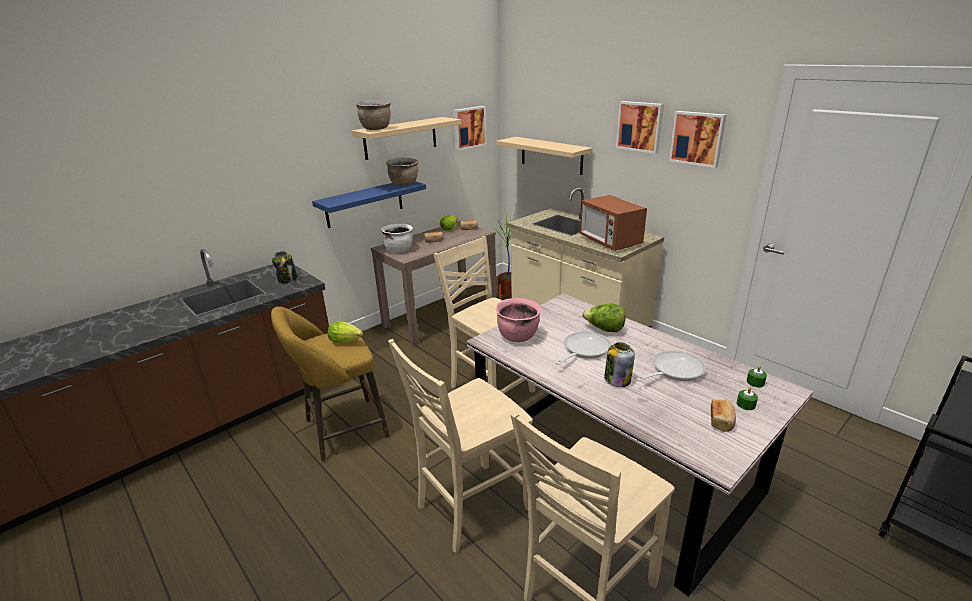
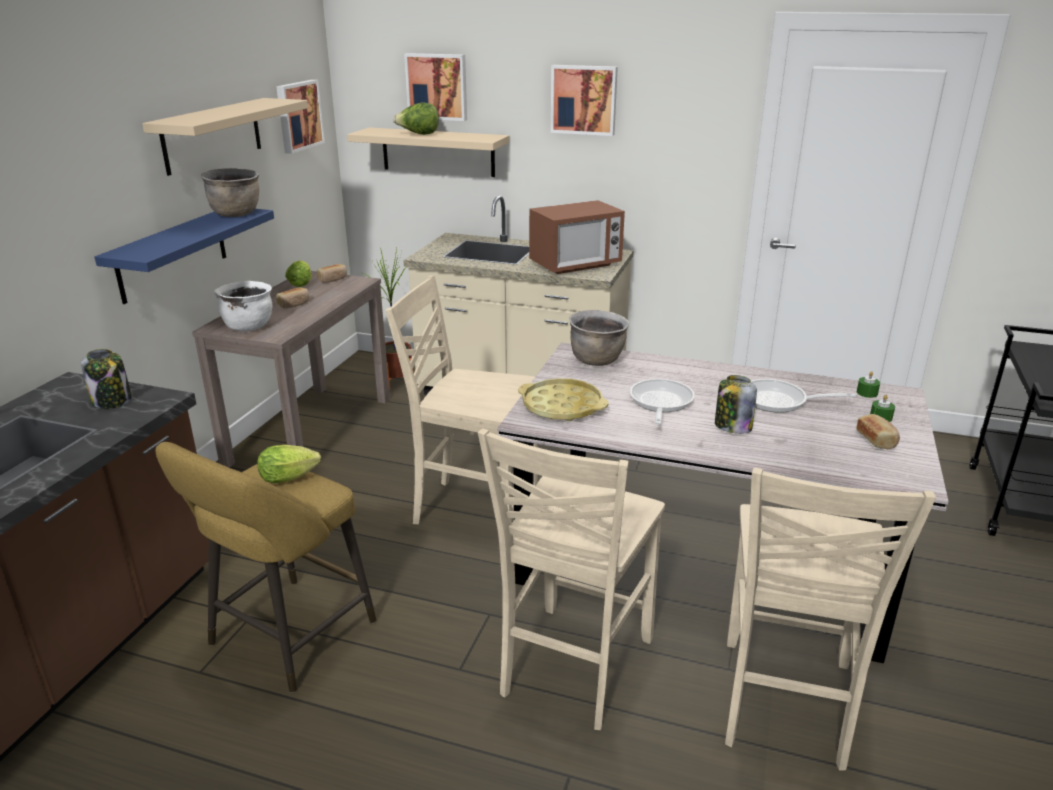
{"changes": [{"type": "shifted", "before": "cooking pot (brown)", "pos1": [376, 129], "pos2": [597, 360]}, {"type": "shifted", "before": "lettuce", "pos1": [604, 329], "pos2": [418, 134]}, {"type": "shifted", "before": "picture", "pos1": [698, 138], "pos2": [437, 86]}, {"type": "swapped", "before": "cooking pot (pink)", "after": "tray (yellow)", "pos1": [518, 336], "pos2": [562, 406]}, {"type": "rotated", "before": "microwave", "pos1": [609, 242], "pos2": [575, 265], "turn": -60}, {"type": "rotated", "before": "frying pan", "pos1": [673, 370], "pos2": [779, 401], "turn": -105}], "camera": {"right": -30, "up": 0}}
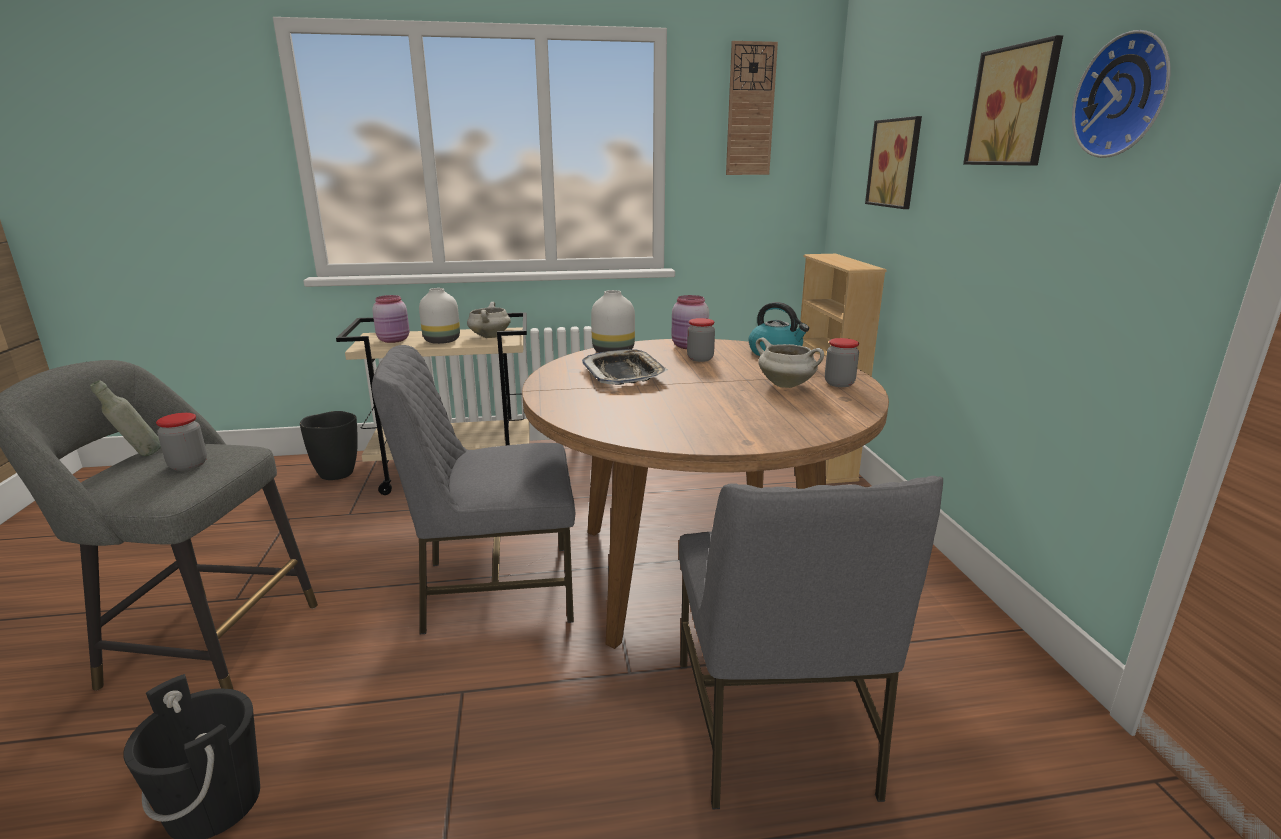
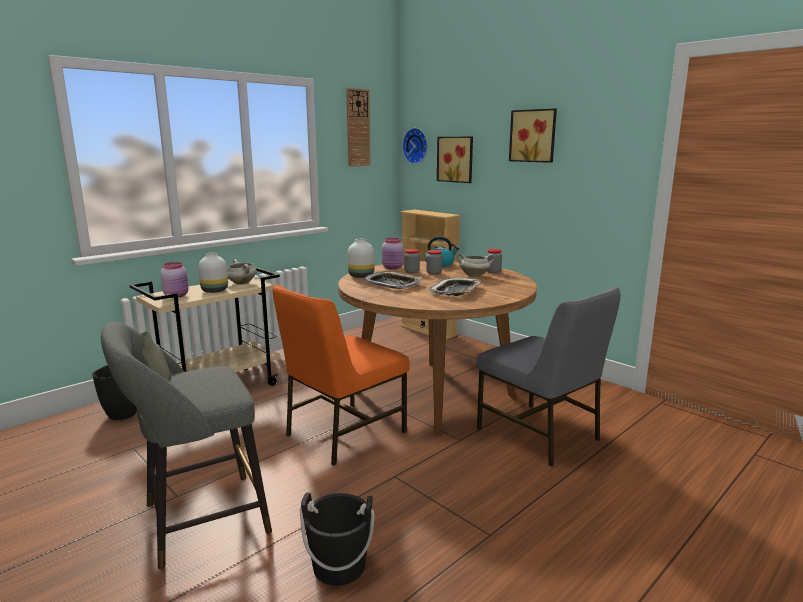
{"changes": [{"type": "new", "after": "tray", "pos2": [456, 291]}, {"type": "shifted", "before": "jar", "pos1": [188, 465], "pos2": [434, 273]}, {"type": "shifted", "before": "wall clock", "pos1": [1126, 96], "pos2": [416, 146]}, {"type": "repainted", "before": "chair (grey)", "after": "chair (orange)", "pos1": [495, 588], "pos2": [343, 433]}], "camera": {"right": -35, "up": -5}}
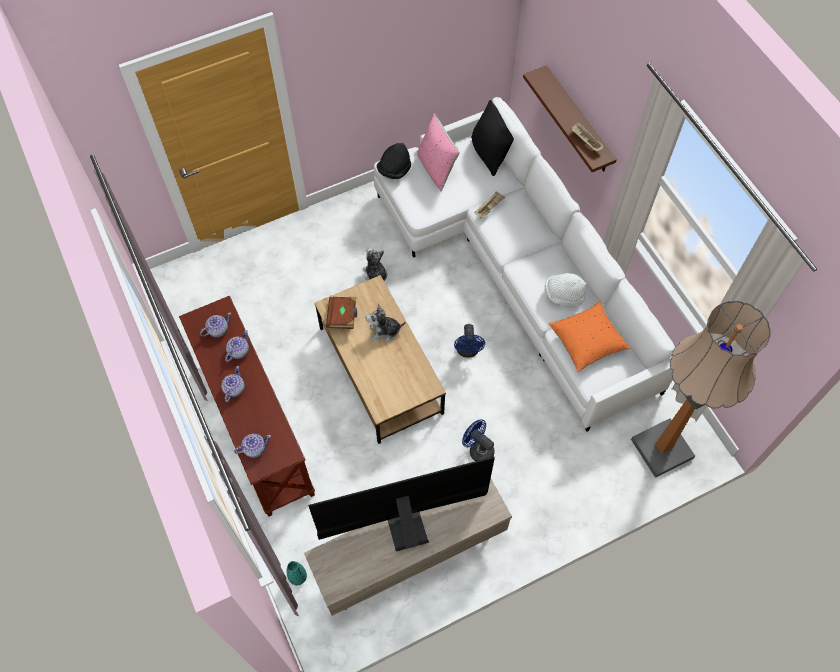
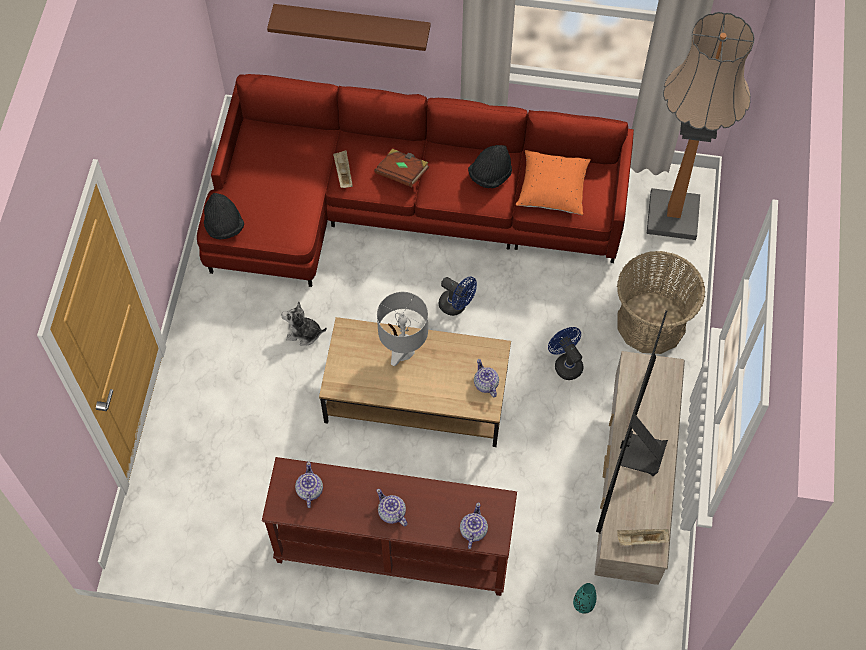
{"changes": [{"type": "gone", "before": "pillow (pink)", "pos1": [437, 169]}, {"type": "gone", "before": "pillow (black)", "pos1": [489, 154]}, {"type": "new", "after": "basket", "pos2": [650, 323]}, {"type": "shifted", "before": "teapot", "pos1": [238, 351], "pos2": [485, 384]}, {"type": "shifted", "before": "book (brown)", "pos1": [343, 316], "pos2": [402, 173]}, {"type": "shifted", "before": "tray (beige)", "pos1": [585, 141], "pos2": [641, 540]}, {"type": "swapped", "before": "plush toy", "after": "table lamp (grey)", "pos1": [384, 331], "pos2": [403, 352]}, {"type": "repainted", "before": "sofa (white)", "after": "sofa (red)", "pos1": [517, 269], "pos2": [401, 206]}, {"type": "repainted", "before": "hat (white)", "after": "hat (black)", "pos1": [563, 295], "pos2": [490, 175]}, {"type": "rotated", "before": "fan (blue)", "pos1": [478, 449], "pos2": [565, 363], "turn": 75}], "camera": {"right": -55, "up": 0}}
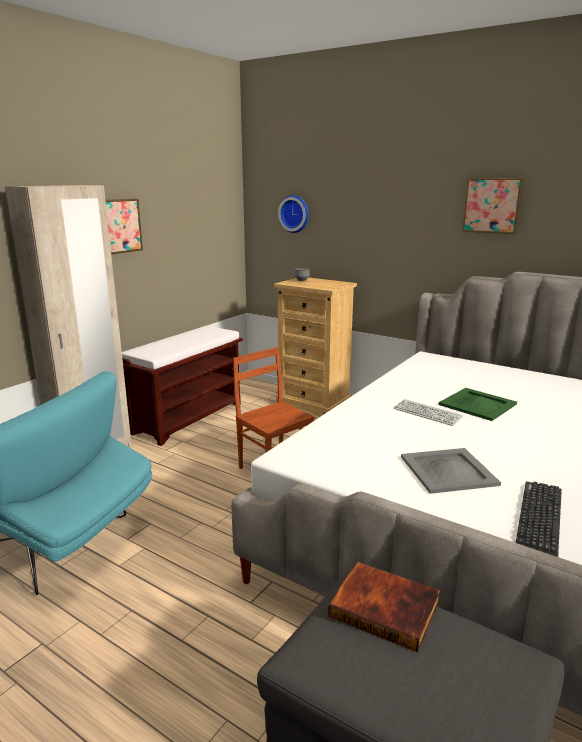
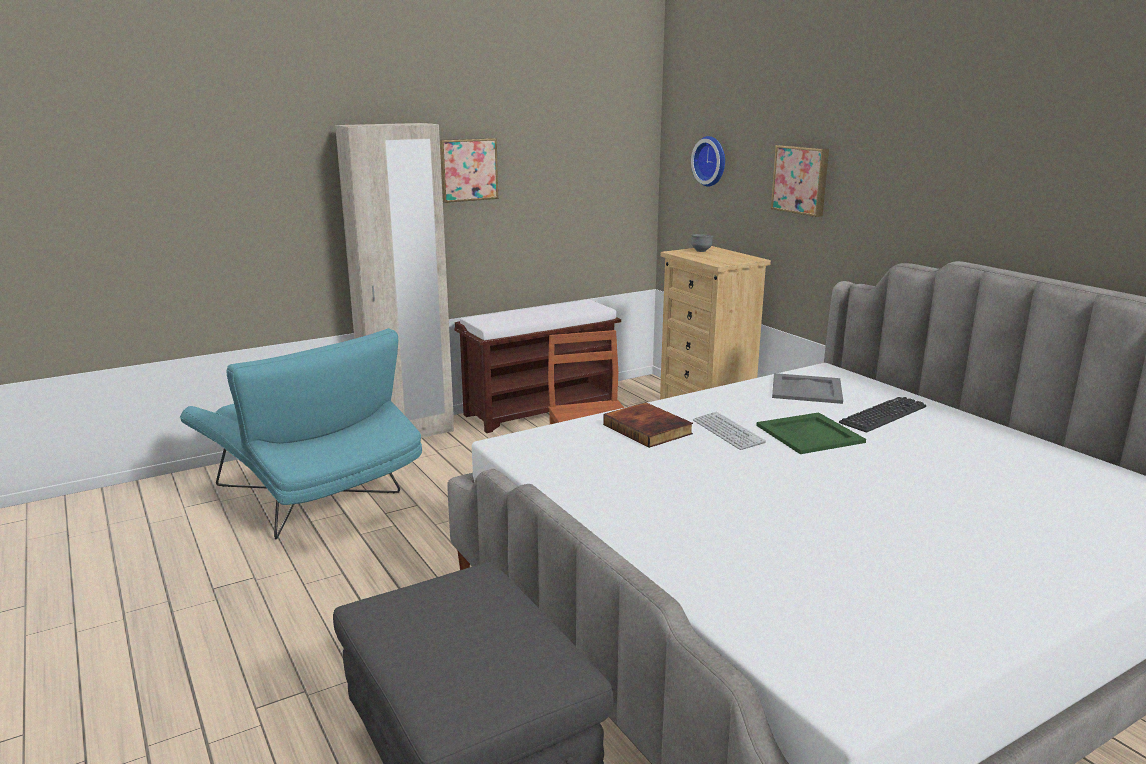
{"changes": [{"type": "shifted", "before": "book", "pos1": [386, 608], "pos2": [649, 429]}, {"type": "shifted", "before": "tray (grey)", "pos1": [448, 471], "pos2": [806, 389]}, {"type": "shifted", "before": "picture", "pos1": [492, 205], "pos2": [801, 180]}, {"type": "shifted", "before": "keyboard", "pos1": [539, 517], "pos2": [883, 415]}], "camera": {"right": 25, "up": 0}}
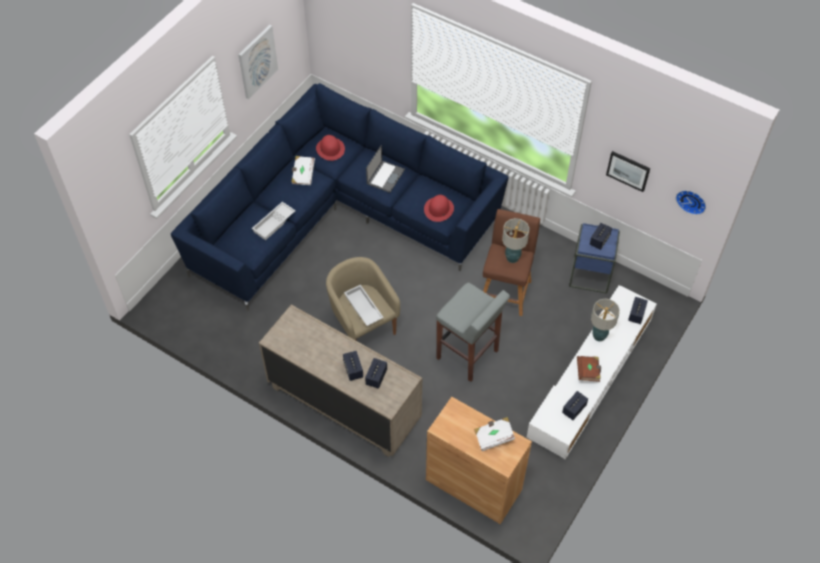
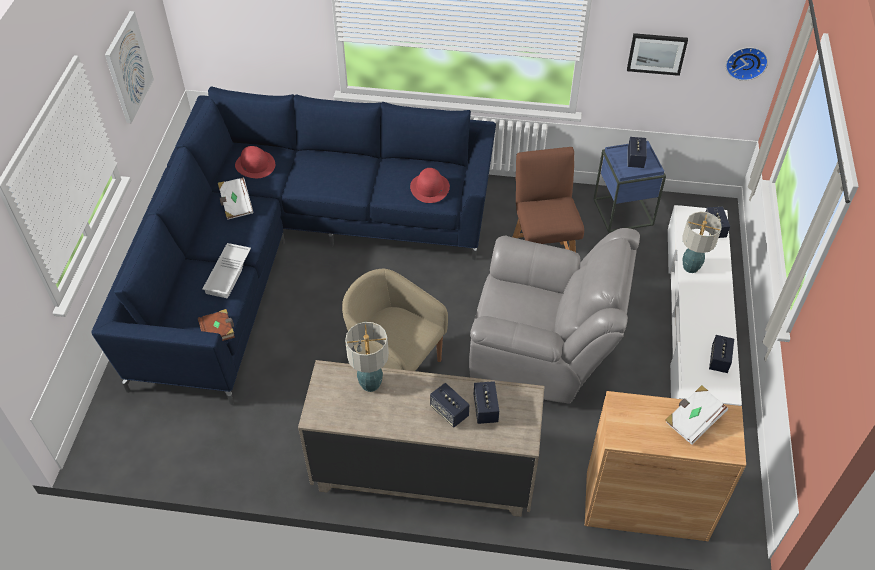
{"changes": [{"type": "gone", "before": "tray (white)", "pos1": [362, 308]}, {"type": "gone", "before": "laptop", "pos1": [385, 176]}, {"type": "shifted", "before": "table lamp", "pos1": [512, 258], "pos2": [370, 384]}, {"type": "shifted", "before": "book (brown)", "pos1": [588, 372], "pos2": [219, 332]}, {"type": "swapped", "before": "stool (grey)", "after": "armchair (grey)", "pos1": [468, 355], "pos2": [543, 351]}], "camera": {"right": -25, "up": -5}}
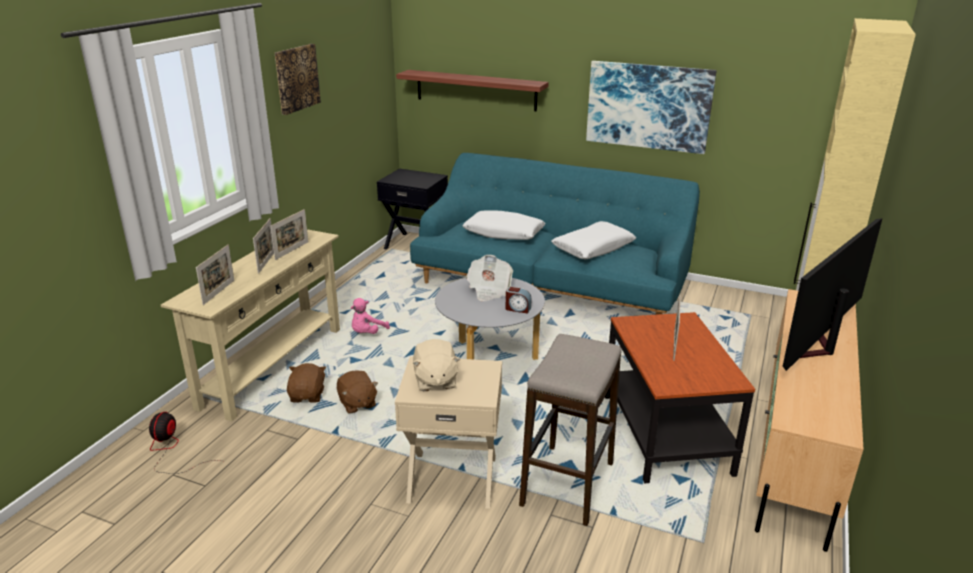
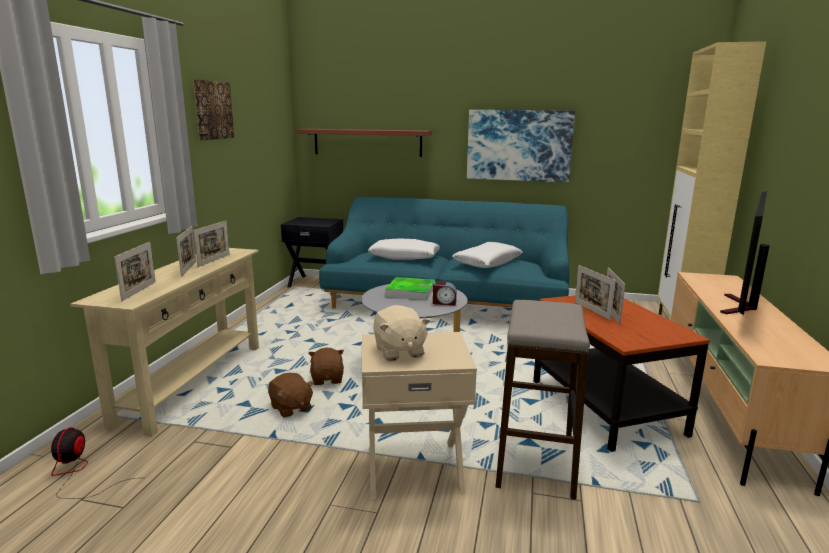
{"changes": [{"type": "gone", "before": "plush toy (pink)", "pos1": [367, 333]}, {"type": "new", "after": "picture frame", "pos2": [592, 310]}, {"type": "shifted", "before": "plush toy (brown)", "pos1": [308, 396], "pos2": [327, 379]}, {"type": "swapped", "before": "newspaper", "after": "tray", "pos1": [489, 290], "pos2": [410, 292]}], "camera": {"right": -10, "up": -10}}
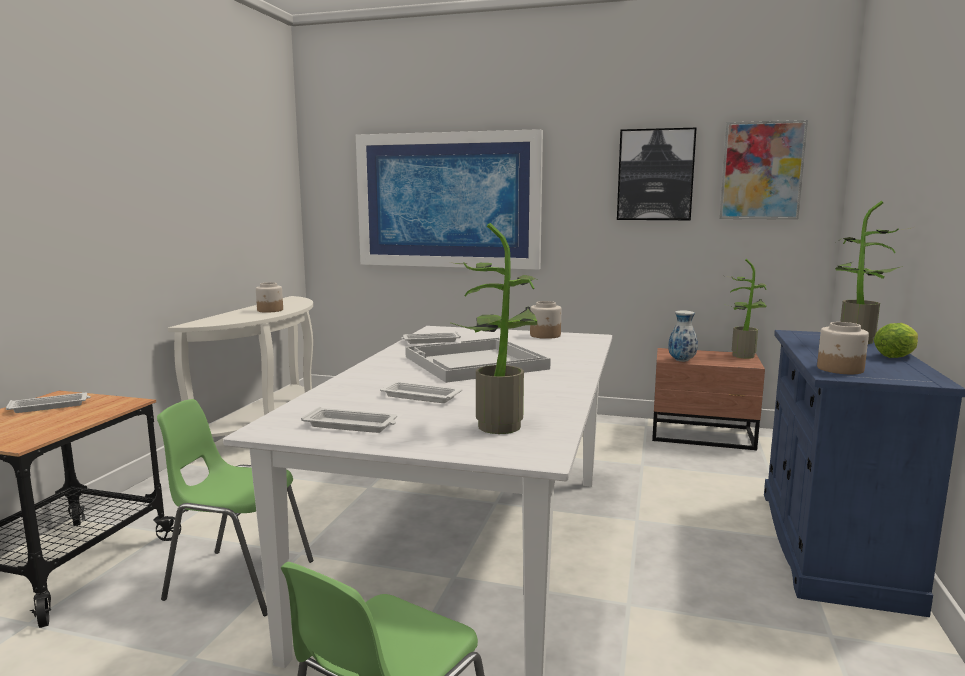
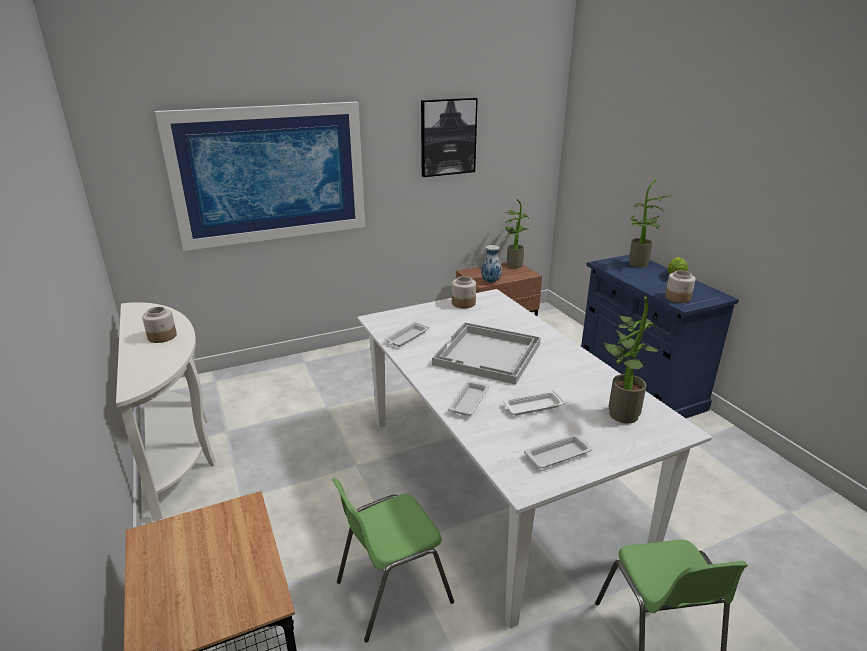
{"changes": [{"type": "gone", "before": "picture", "pos1": [762, 171]}, {"type": "shifted", "before": "tray (white)", "pos1": [50, 406], "pos2": [469, 401]}], "camera": {"right": -40, "up": 15}}
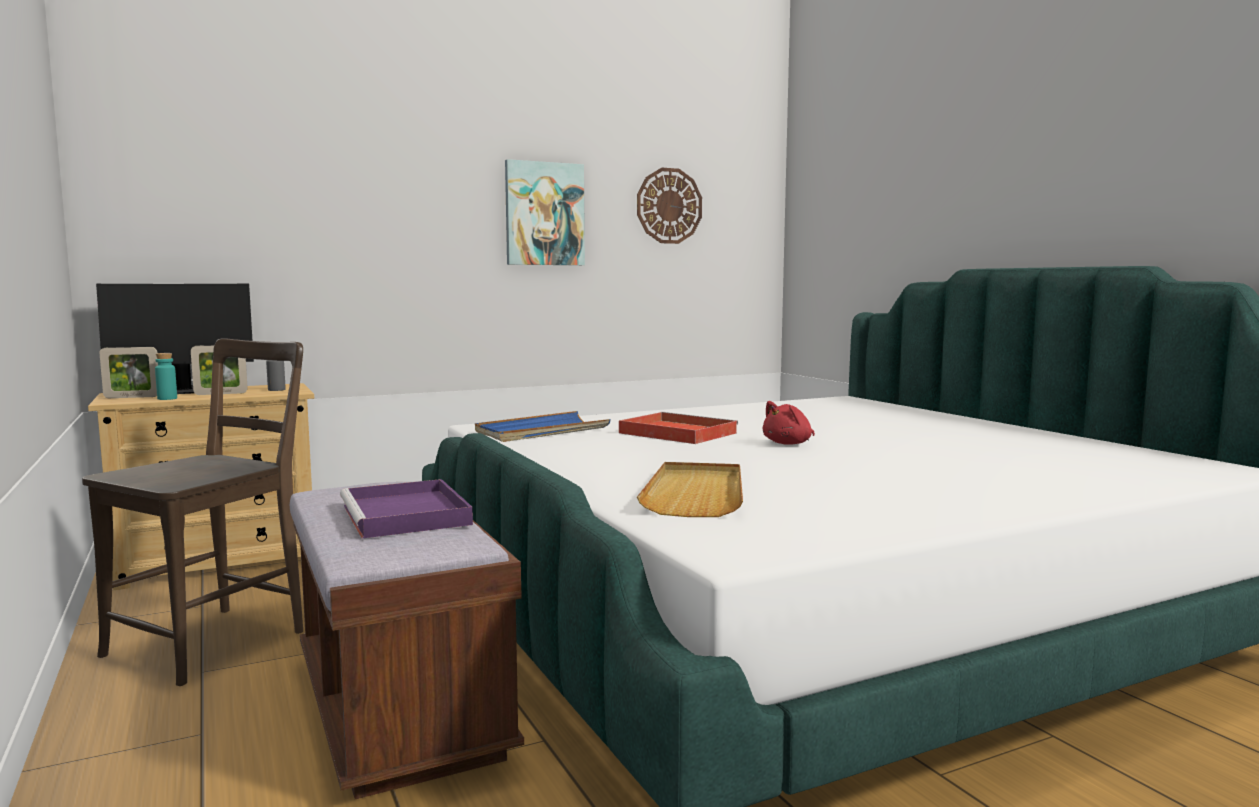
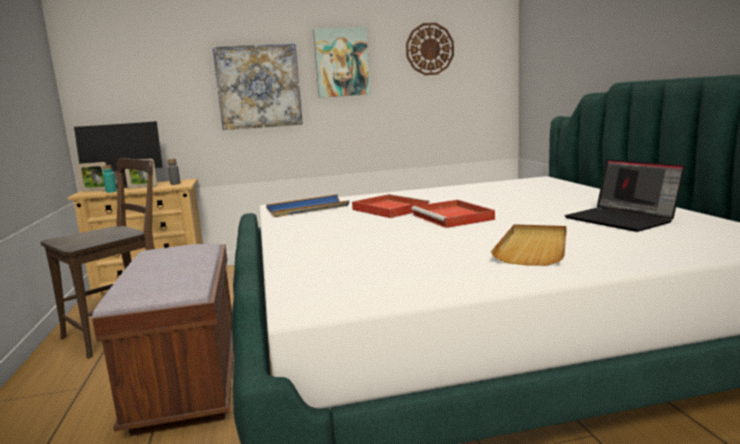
{"changes": [{"type": "gone", "before": "tray (purple)", "pos1": [407, 515]}, {"type": "new", "after": "picture", "pos2": [258, 86]}, {"type": "new", "after": "laptop", "pos2": [622, 219]}, {"type": "shifted", "before": "tray (beige)", "pos1": [696, 494], "pos2": [533, 247]}, {"type": "swapped", "before": "plush toy (red)", "after": "tray (red)", "pos1": [789, 443], "pos2": [453, 217]}], "camera": {"right": 15, "up": 5}}
